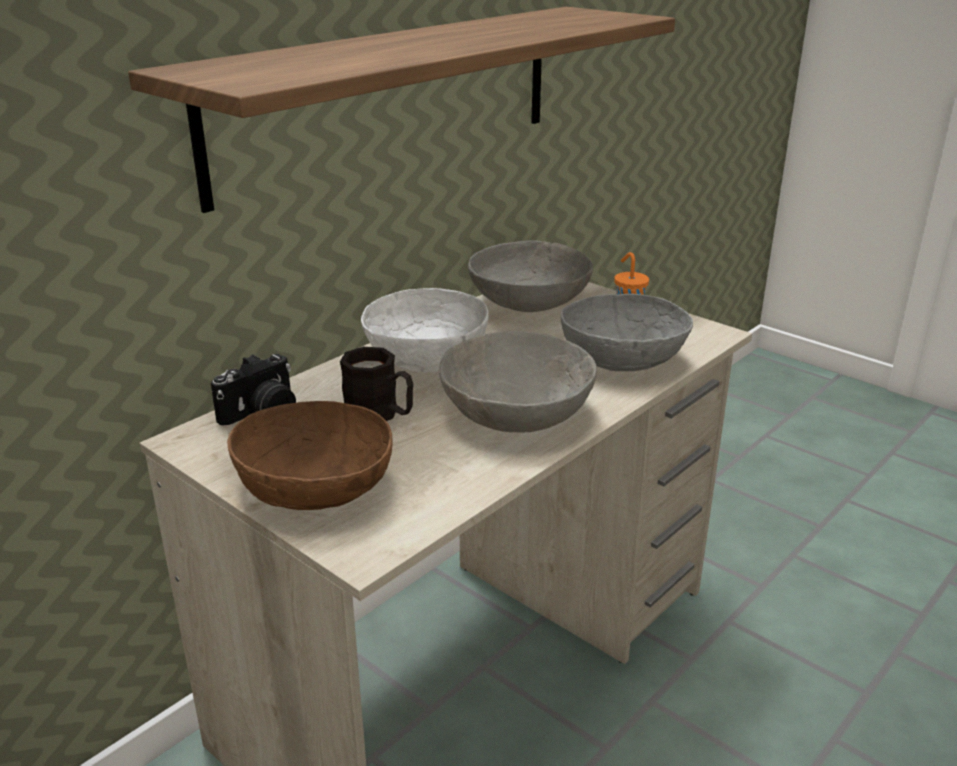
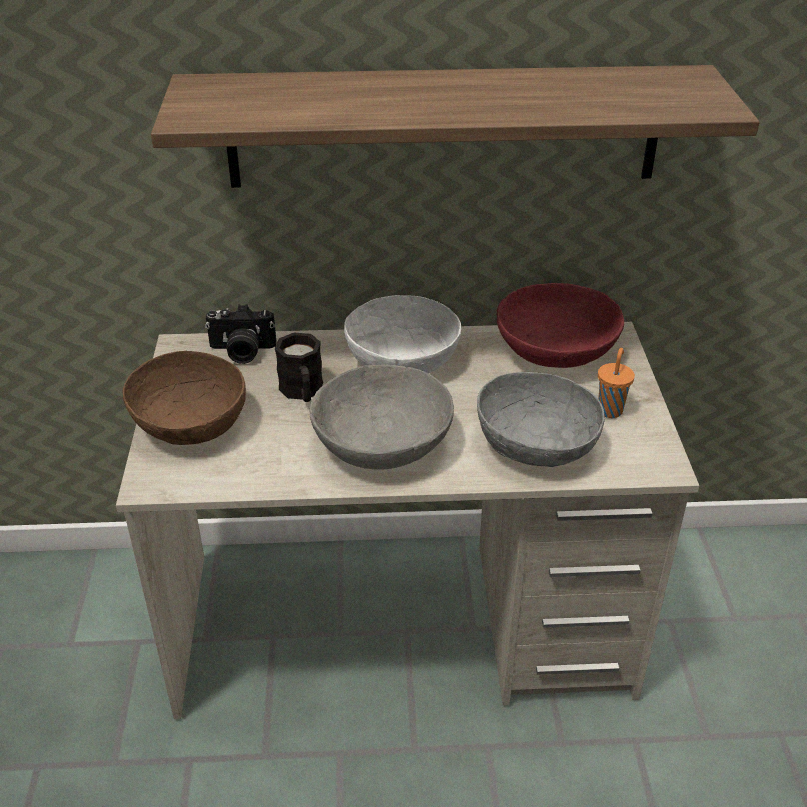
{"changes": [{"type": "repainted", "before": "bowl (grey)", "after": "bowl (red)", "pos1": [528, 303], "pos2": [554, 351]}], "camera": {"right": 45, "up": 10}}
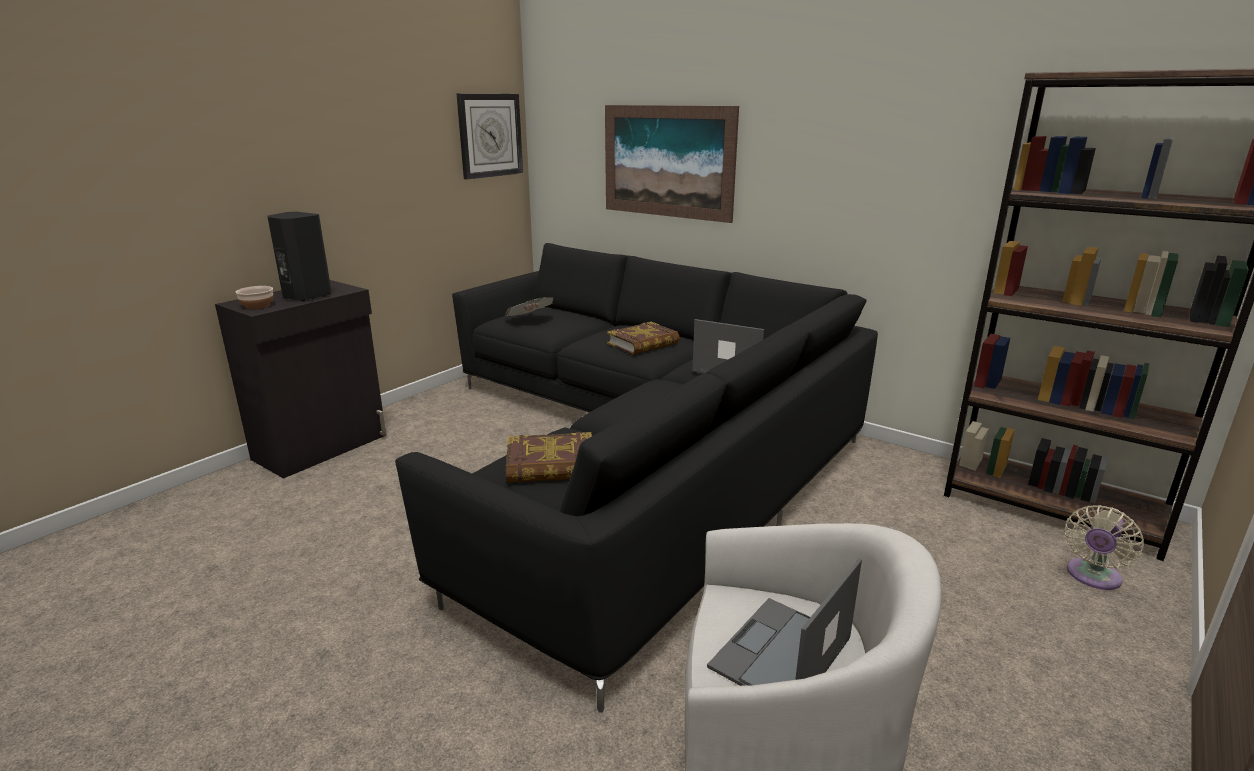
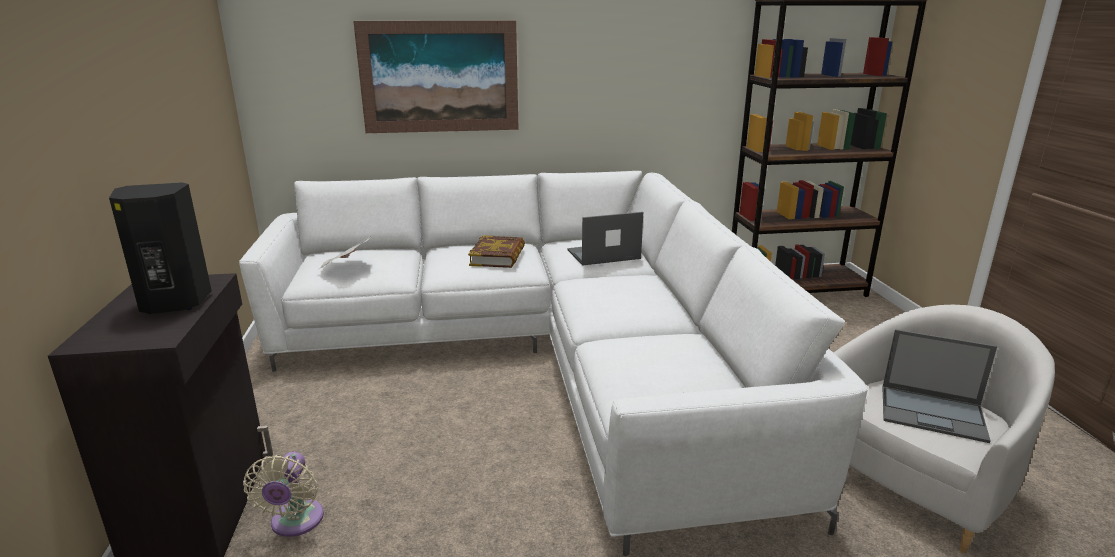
{"changes": [{"type": "gone", "before": "bowl", "pos1": [258, 306]}, {"type": "gone", "before": "wall clock", "pos1": [490, 135]}, {"type": "gone", "before": "book", "pos1": [550, 466]}, {"type": "shifted", "before": "fan (beige)", "pos1": [1092, 577], "pos2": [295, 523]}, {"type": "repainted", "before": "sofa (black)", "after": "sofa (white)", "pos1": [640, 455], "pos2": [543, 359]}, {"type": "rotated", "before": "laptop", "pos1": [780, 654], "pos2": [933, 413], "turn": -60}], "camera": {"right": -45, "up": 0}}
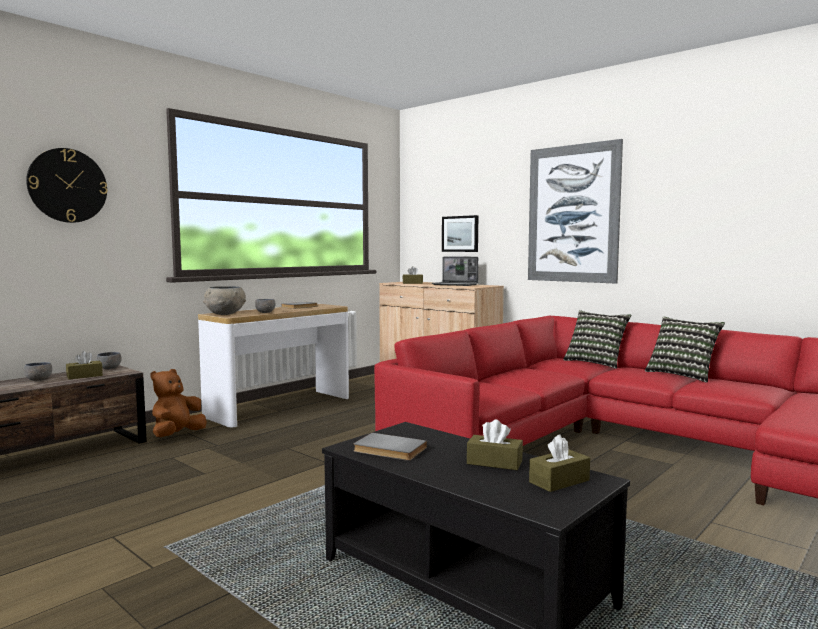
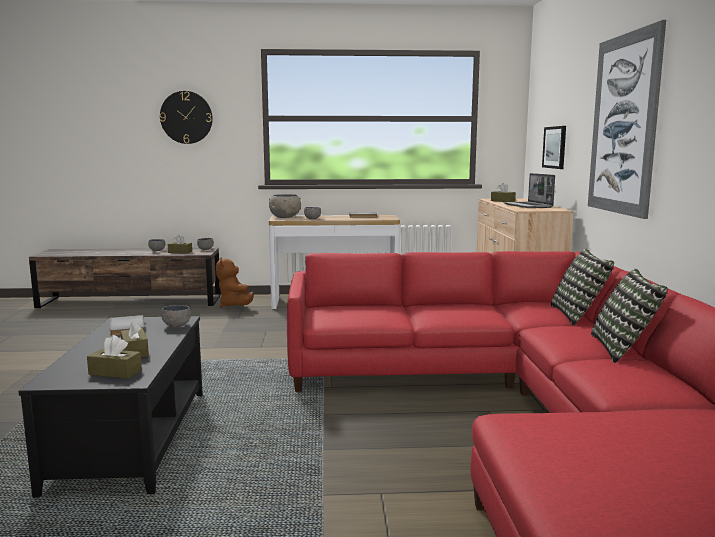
{"changes": [{"type": "new", "after": "bowl (grey)", "pos2": [177, 325]}, {"type": "rotated", "before": "plush toy (brown)", "pos1": [177, 435], "pos2": [235, 306], "turn": -90}], "camera": {"right": 45, "up": 5}}
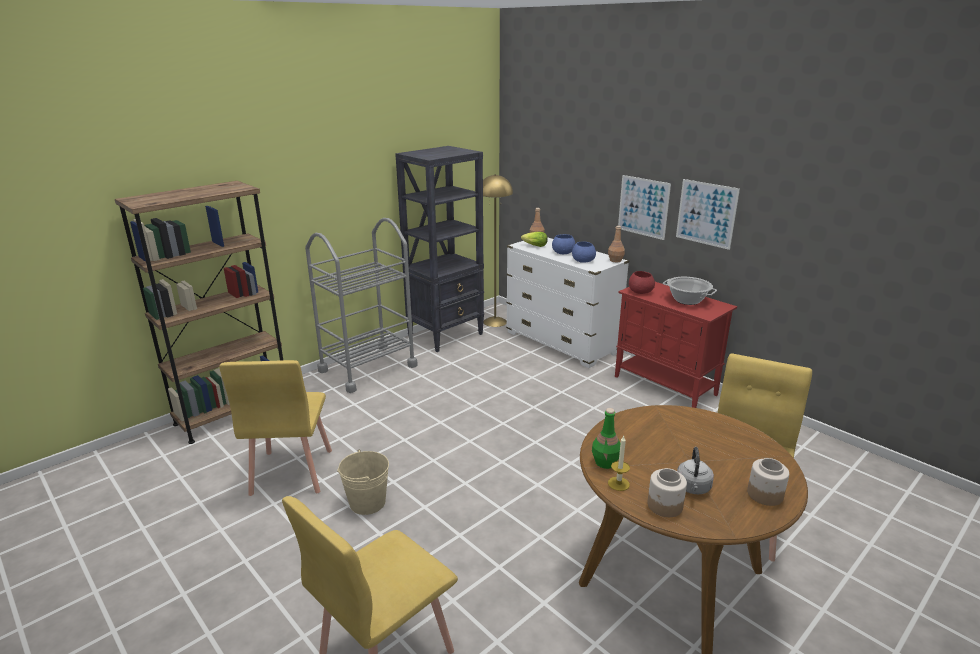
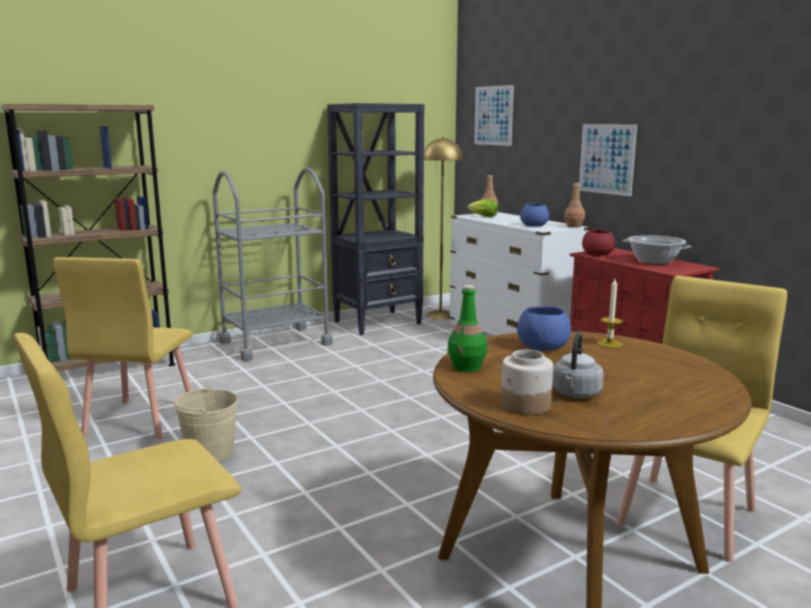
{"changes": [{"type": "gone", "before": "jar", "pos1": [764, 494]}, {"type": "shifted", "before": "bowl (blue)", "pos1": [562, 252], "pos2": [541, 347]}, {"type": "shifted", "before": "candle", "pos1": [618, 483], "pos2": [609, 343]}, {"type": "shifted", "before": "picture", "pos1": [706, 213], "pos2": [493, 115]}], "camera": {"right": 10, "up": -10}}
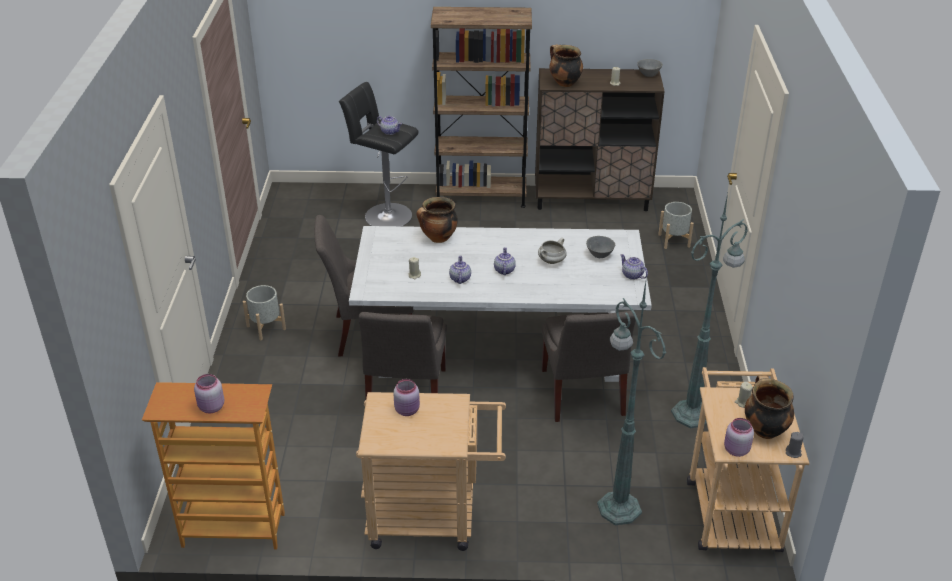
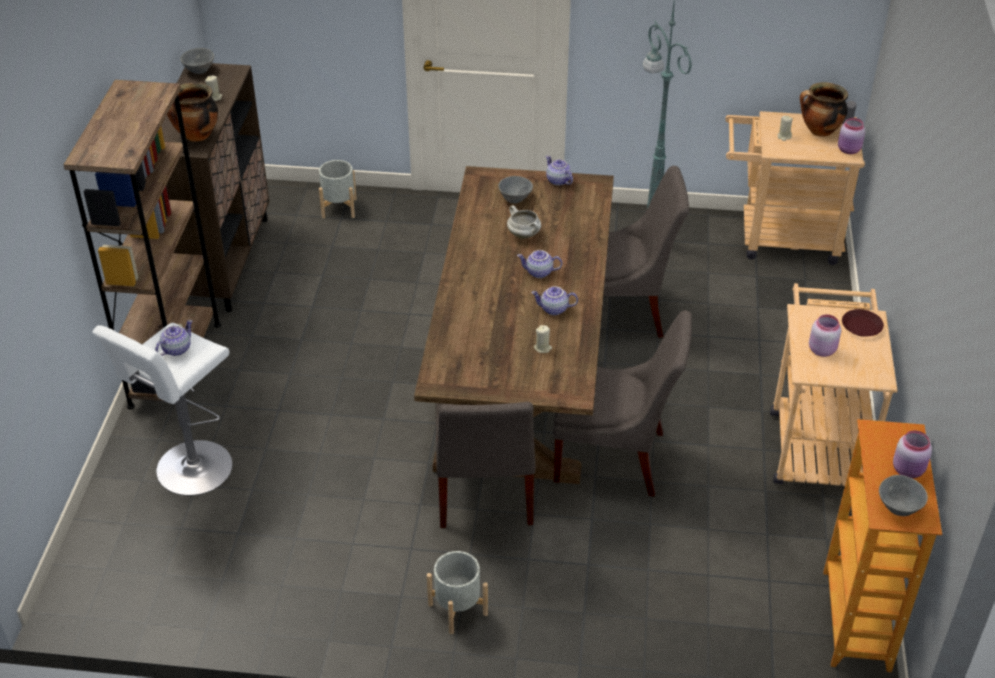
{"changes": [{"type": "gone", "before": "cooking pot", "pos1": [438, 238]}, {"type": "gone", "before": "floor lamp (green)", "pos1": [618, 506]}, {"type": "new", "after": "plate (brown)", "pos2": [862, 326]}, {"type": "new", "after": "bowl (grey)", "pos2": [897, 508]}, {"type": "repainted", "before": "stool (black)", "after": "stool (white)", "pos1": [385, 215], "pos2": [190, 471]}, {"type": "repainted", "before": "dining table (white)", "after": "dining table (brown)", "pos1": [498, 344], "pos2": [522, 371]}, {"type": "rotated", "before": "teapot", "pos1": [632, 275], "pos2": [558, 181], "turn": 90}], "camera": {"right": -85, "up": 5}}
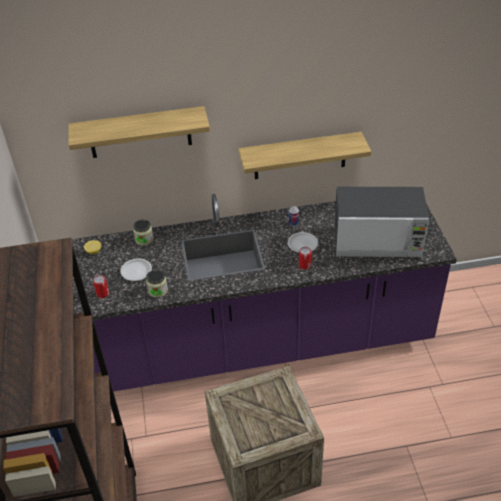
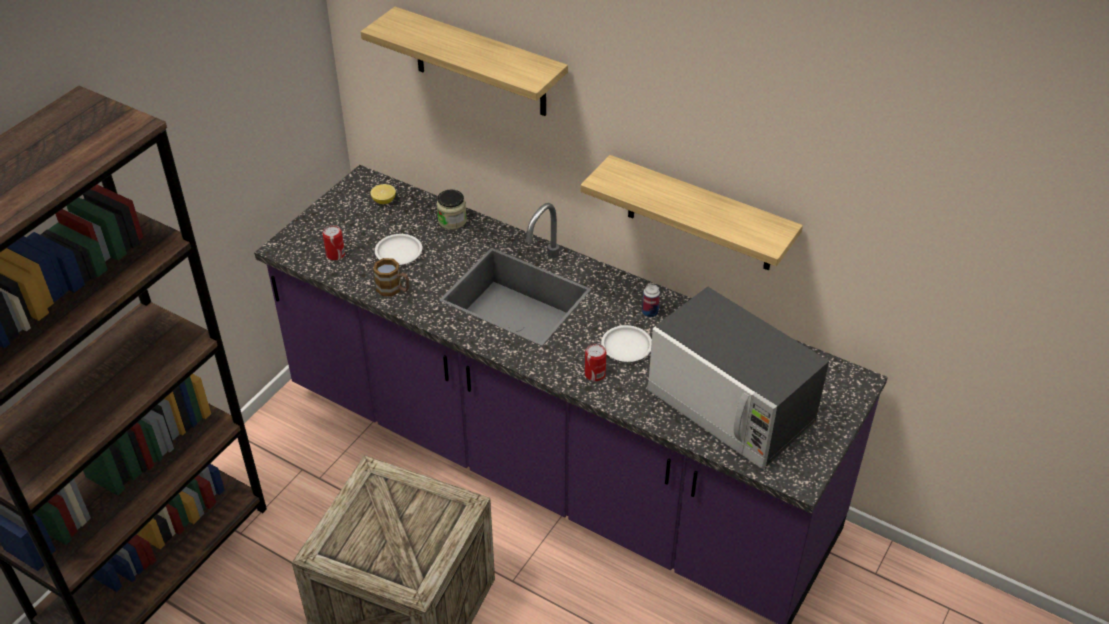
{"changes": [{"type": "swapped", "before": "jar", "after": "mug", "pos1": [158, 290], "pos2": [393, 289]}], "camera": {"right": 40, "up": 0}}
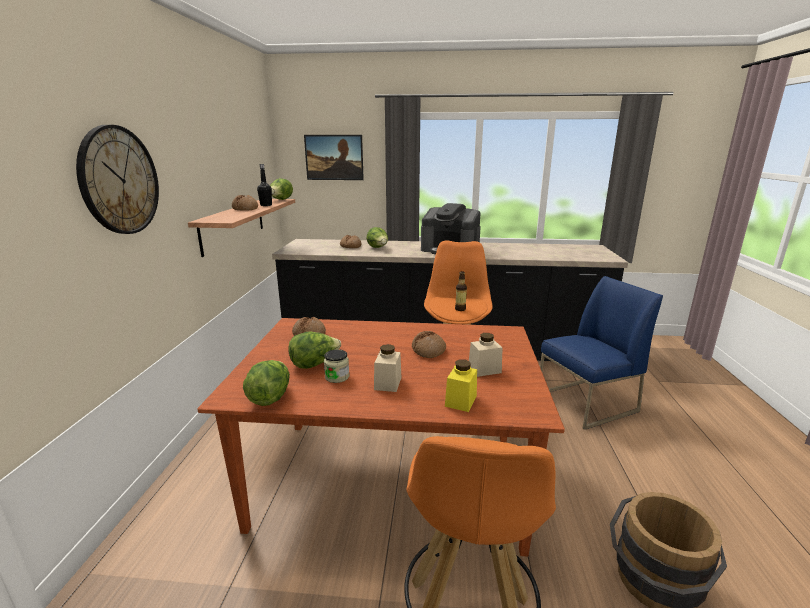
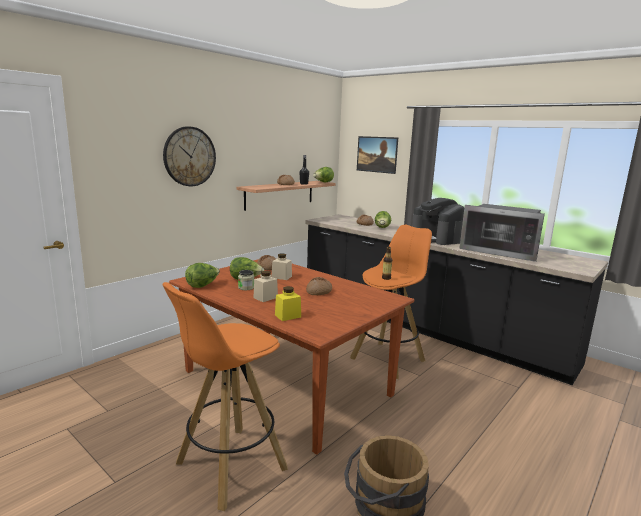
{"changes": [{"type": "gone", "before": "chair (blue)", "pos1": [586, 403]}, {"type": "new", "after": "microwave", "pos2": [500, 251]}, {"type": "shifted", "before": "jar (beige)", "pos1": [484, 369], "pos2": [281, 277]}], "camera": {"right": 35, "up": -5}}
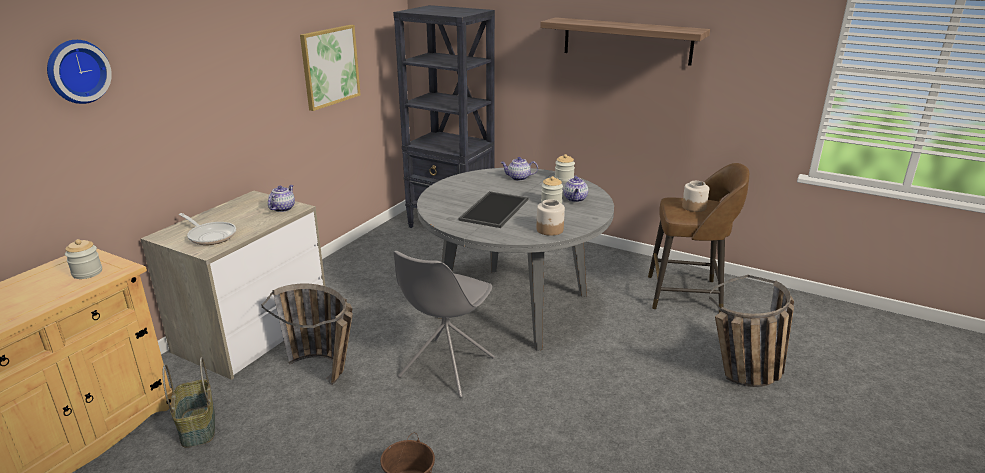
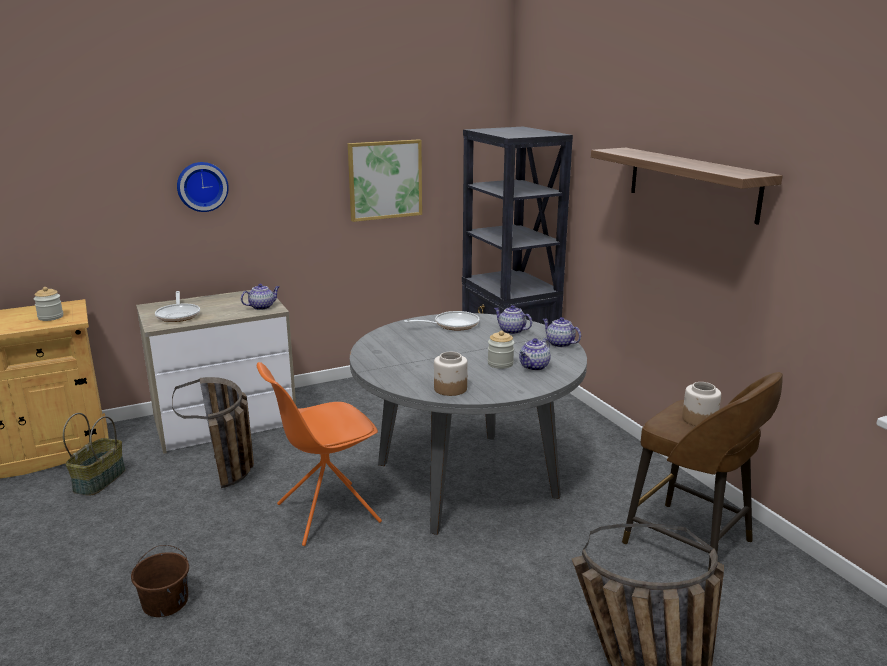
{"changes": [{"type": "gone", "before": "tray", "pos1": [495, 210]}, {"type": "new", "after": "frying pan", "pos2": [452, 325]}, {"type": "shifted", "before": "wall clock", "pos1": [76, 71], "pos2": [202, 186]}, {"type": "swapped", "before": "jar", "after": "teapot", "pos1": [564, 179], "pos2": [559, 344]}, {"type": "repainted", "before": "chair (grey)", "after": "chair (orange)", "pos1": [446, 368], "pos2": [326, 513]}], "camera": {"right": 35, "up": -5}}
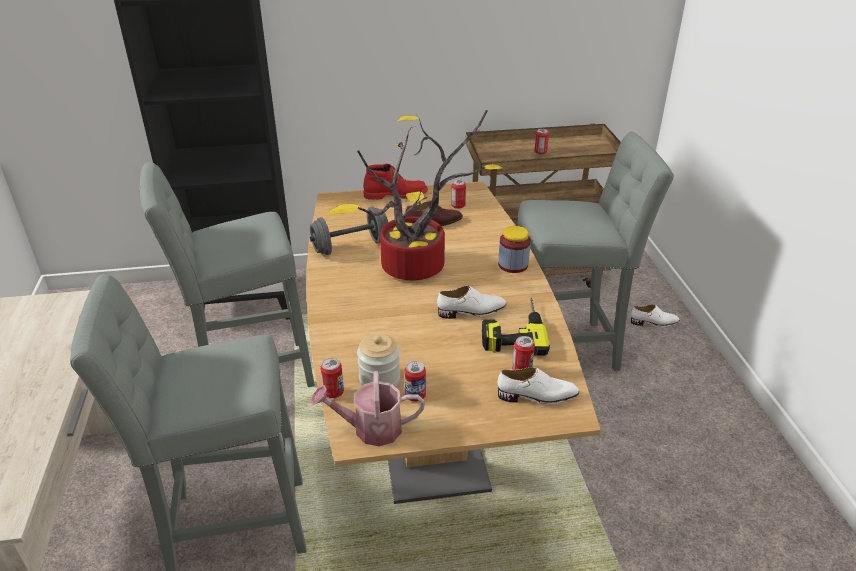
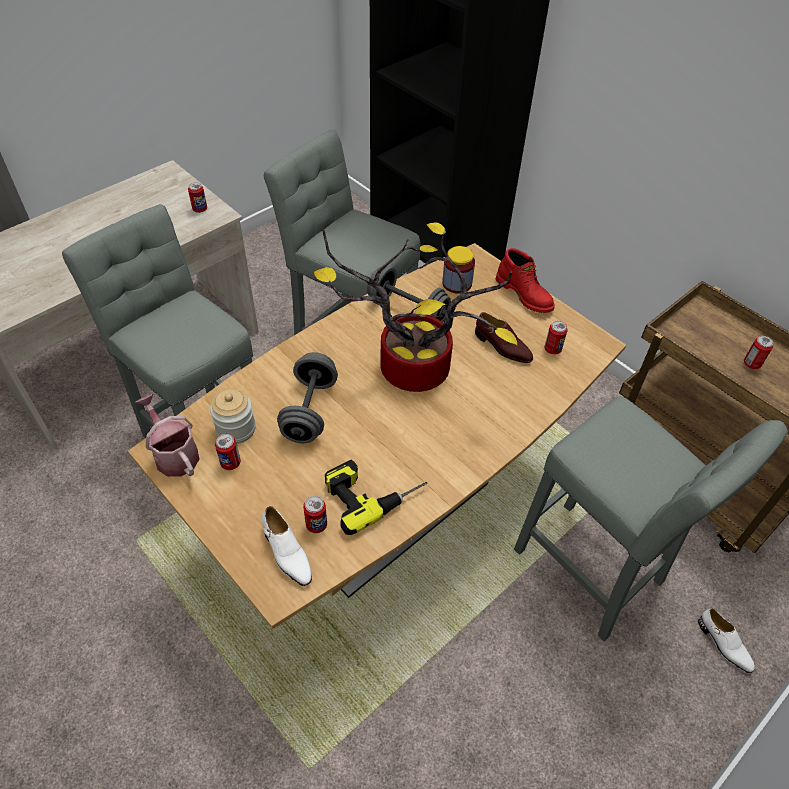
{"changes": [{"type": "gone", "before": "shoe (white)", "pos1": [471, 311]}, {"type": "new", "after": "dumbbell (grey)", "pos2": [309, 411]}, {"type": "shifted", "before": "can", "pos1": [333, 393], "pos2": [200, 209]}, {"type": "shifted", "before": "jar", "pos1": [513, 265], "pos2": [457, 283]}], "camera": {"right": 55, "up": 15}}
